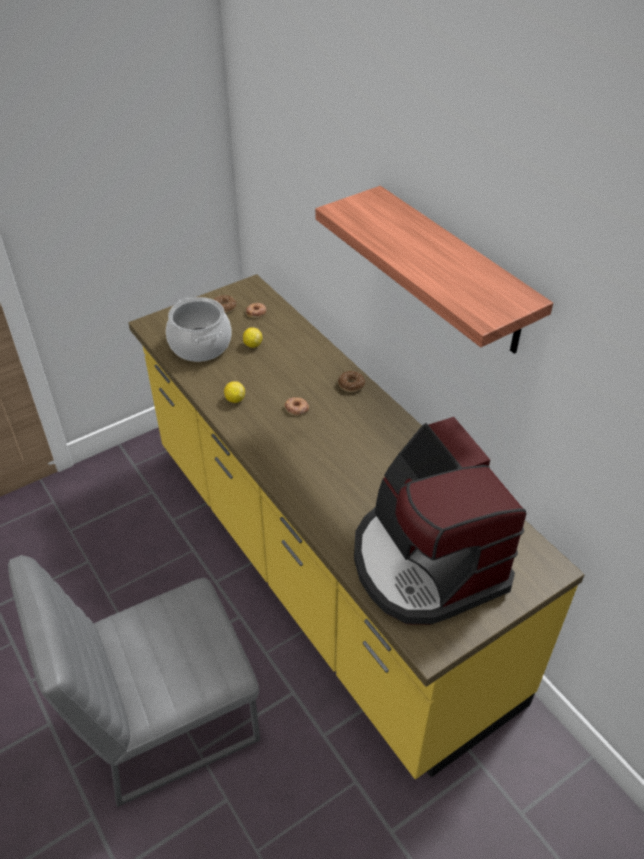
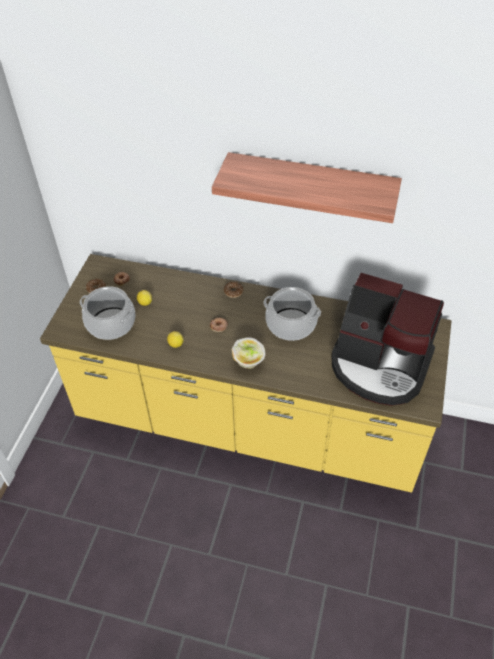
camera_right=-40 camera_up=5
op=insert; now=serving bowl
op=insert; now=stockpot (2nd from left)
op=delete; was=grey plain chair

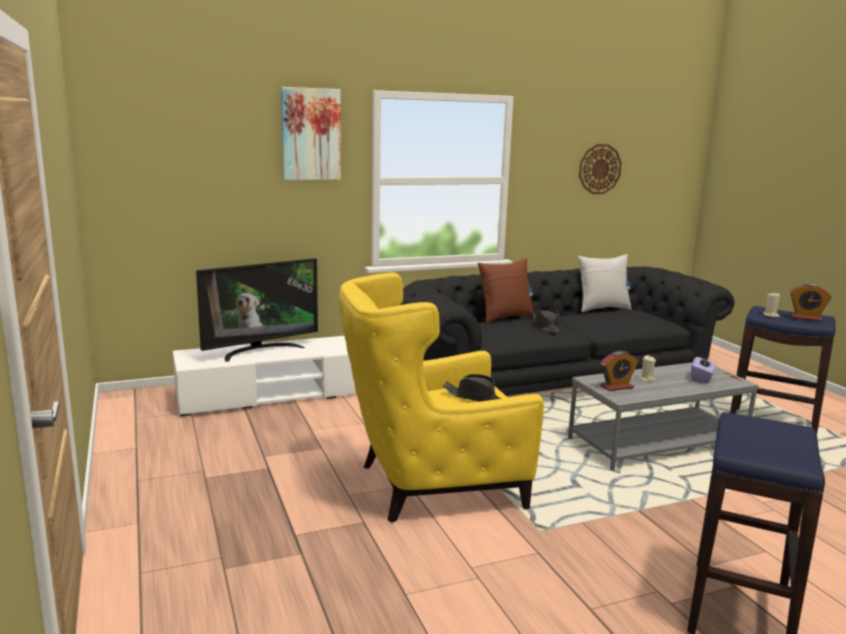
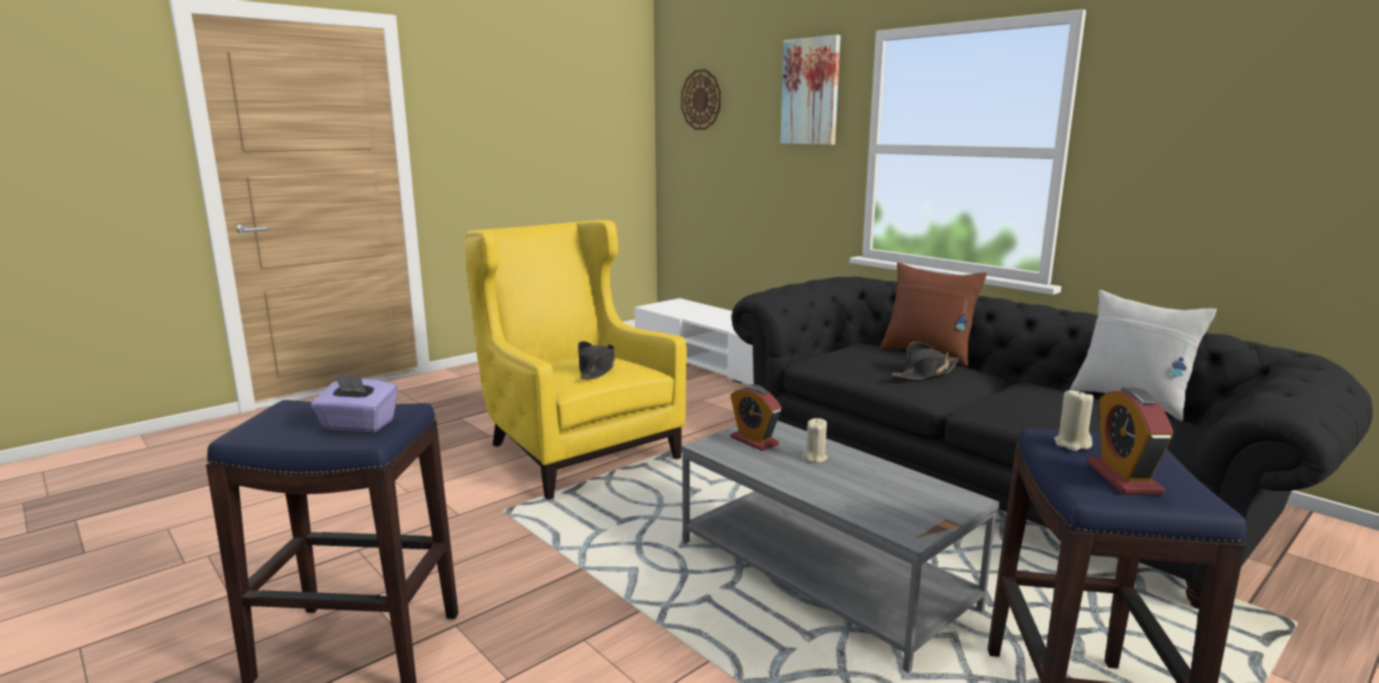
camera_right=70 camera_up=0
op=move; was=purplish tissue holder
op=move; was=clock on the wall
op=delete; was=TV set

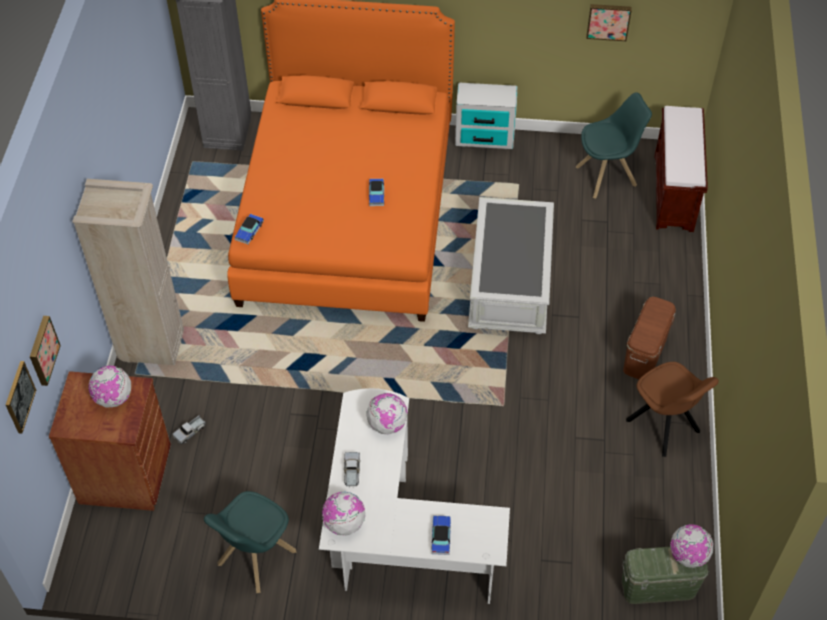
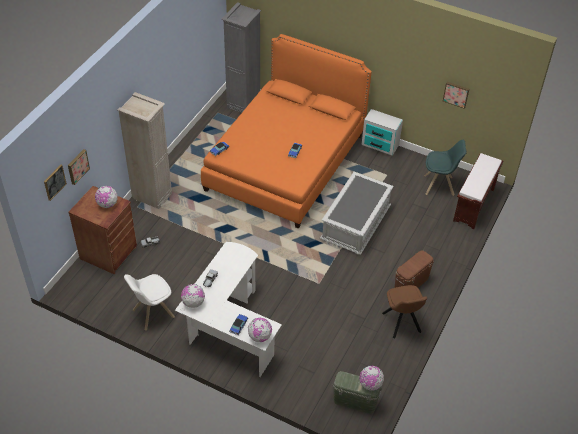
camera_right=20 camera_up=-5
op=recolor; was=turquoise-coloured plain chair (1st from left); now=white plain chair
op=move; was=desk globe (3rd from left)

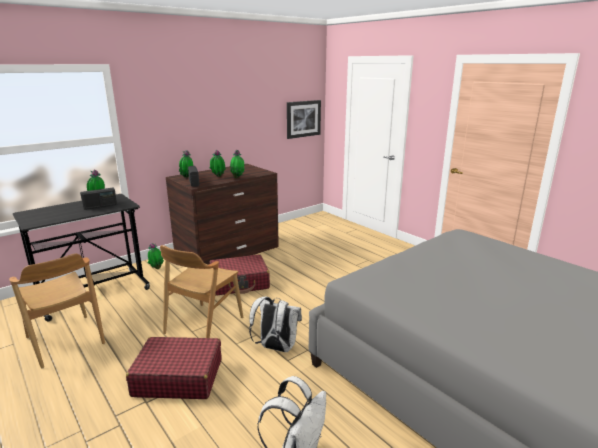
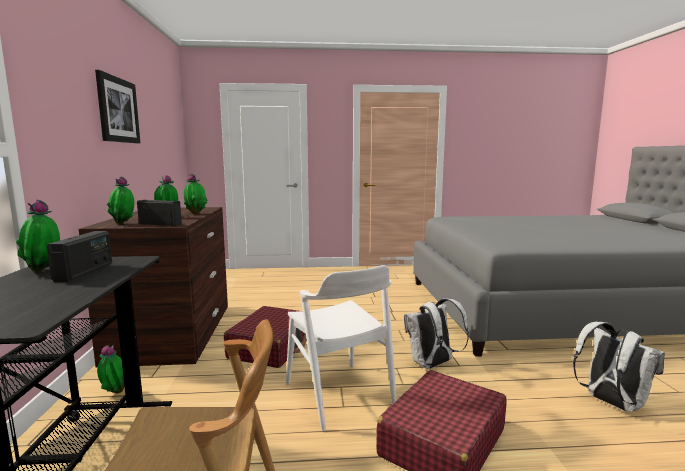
camera_right=-55 camera_up=-10
op=move; was=wall picture
op=recolor; was=brown plain chair (2nd from left); now=white plain chair

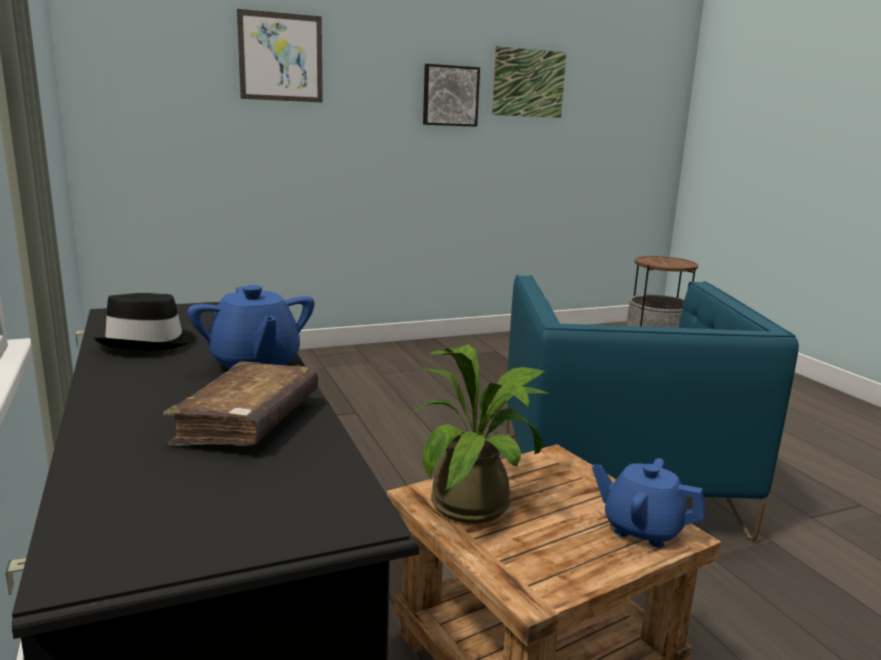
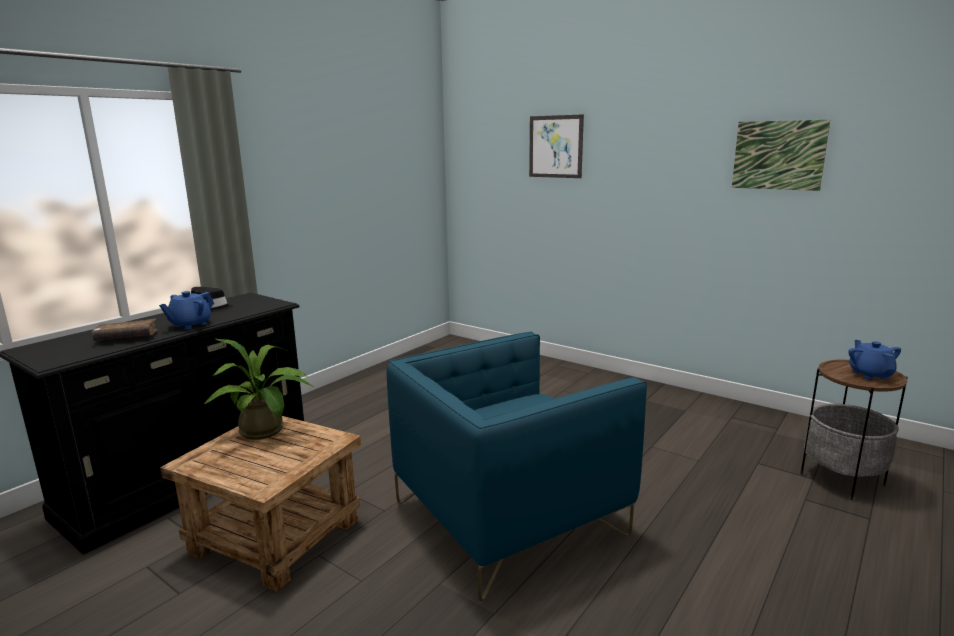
camera_right=60 camera_up=0
op=move; was=blue-coloured pot for tea (2nd from left)
op=delete; was=wall picture (2nd from left)

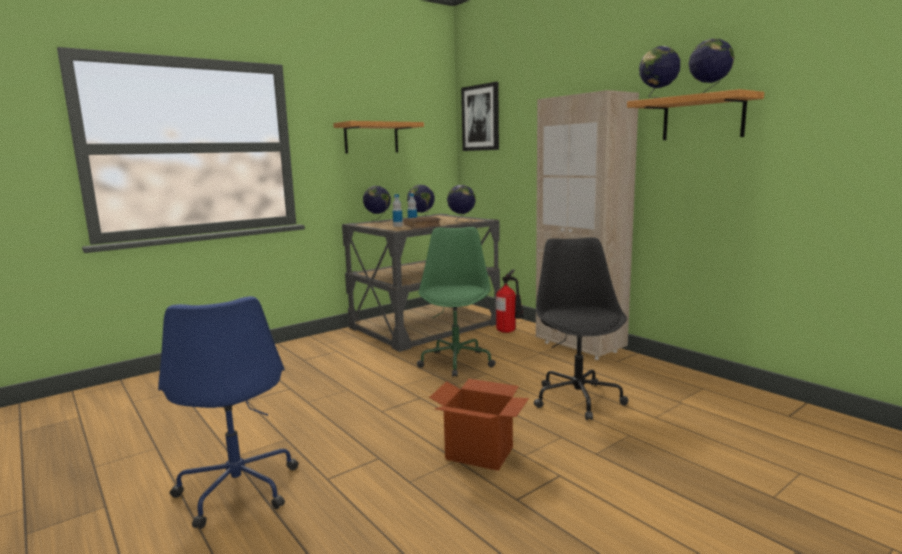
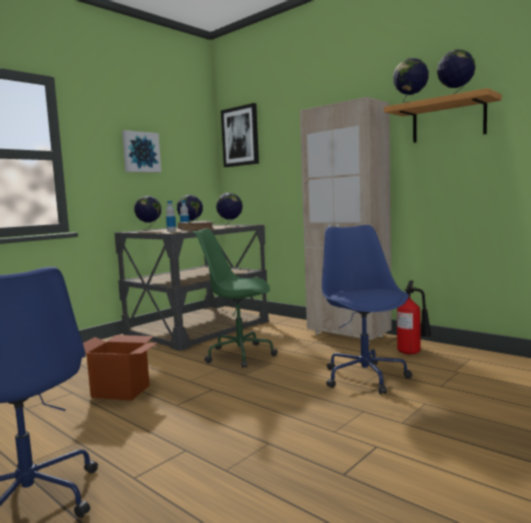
camera_right=-10 camera_up=-5
op=move; was=carton
op=replace; was=bracket shelf (1st from left); now=wall picture (1st from left)
op=rotate; was=green desk chair; clockwise=-75
op=recolor; was=blackish desk chair; now=blue-coloured desk chair (2nd from left)
op=move; was=fire-fighting cylinder

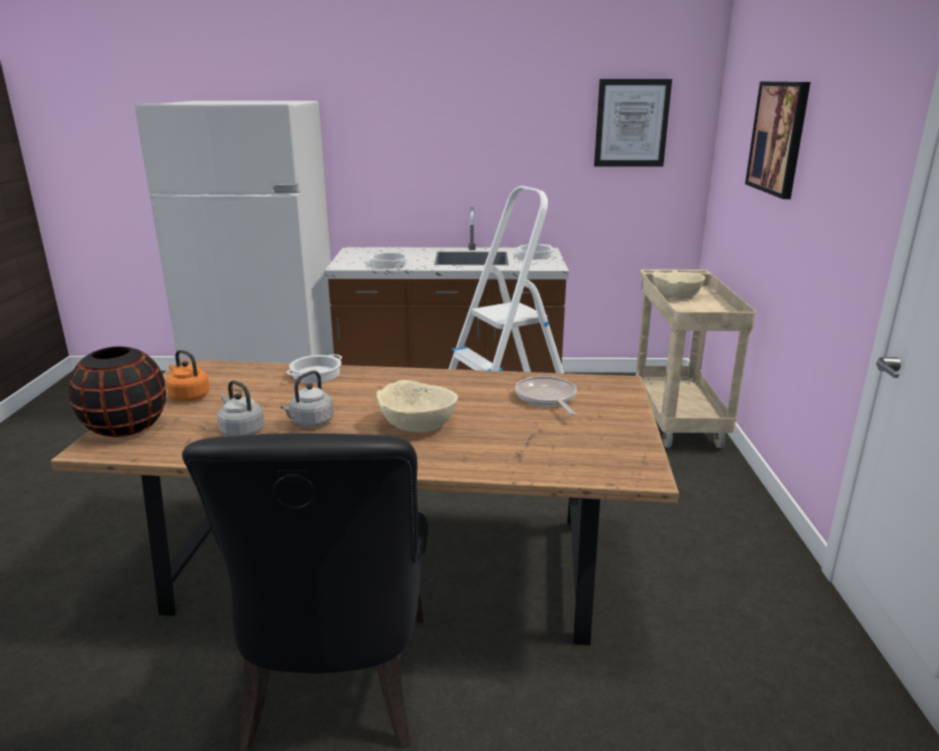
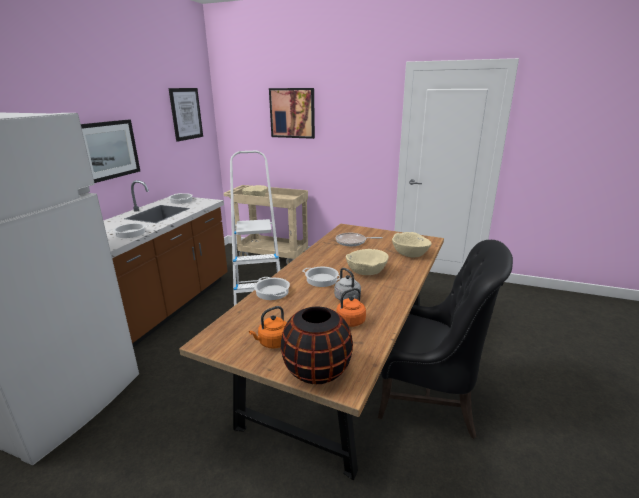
camera_right=-70 camera_up=0
op=insert; now=wall picture (1st from left)
op=insert; now=stockpot (4th from left)
op=recolor; was=grey kettle (1st from left); now=orange-coloured kettle (2nd from left)
op=insert; now=sand-coloured serving bowl (3rd from left)

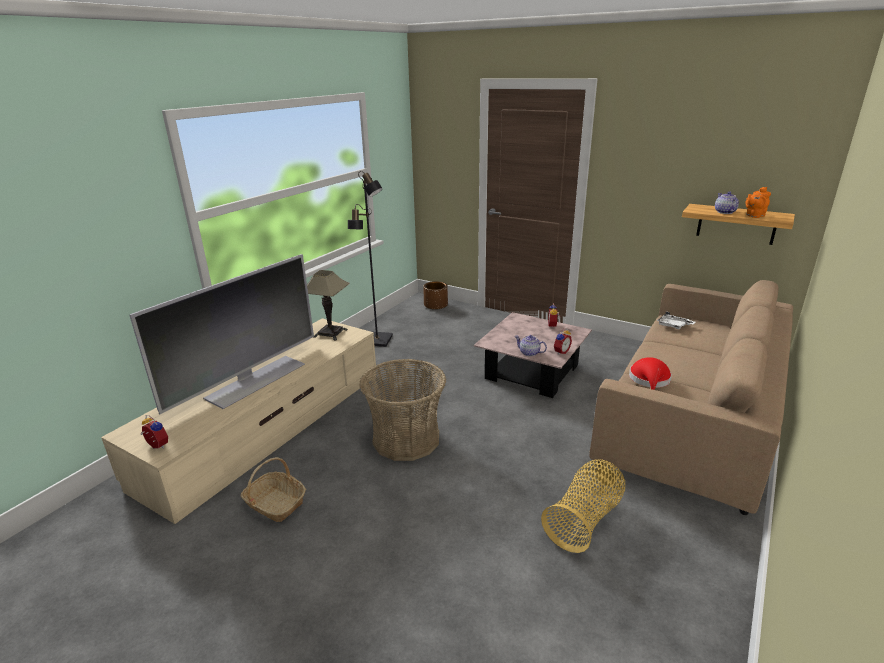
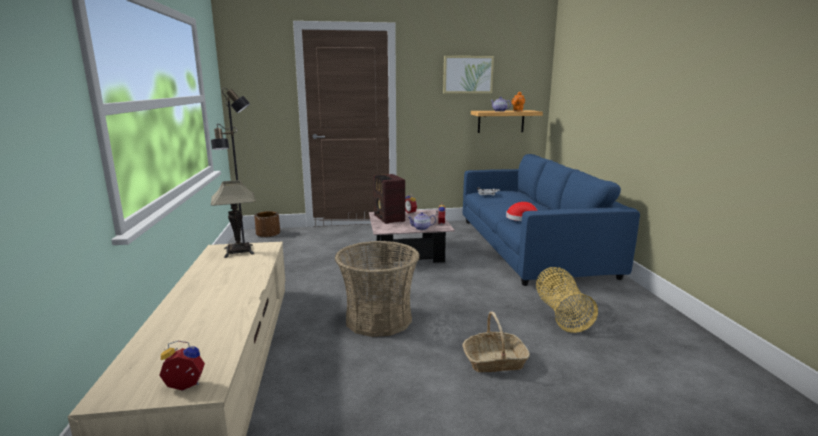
camera_right=-40 camera_up=-10
op=insert; now=radio set
op=insert; now=wall picture
op=move; was=basket (1st from left in the first image); now=basket (2nd from left)
op=recolor; was=sand-coloured settee; now=blue-coloured settee
op=delete; was=TV set

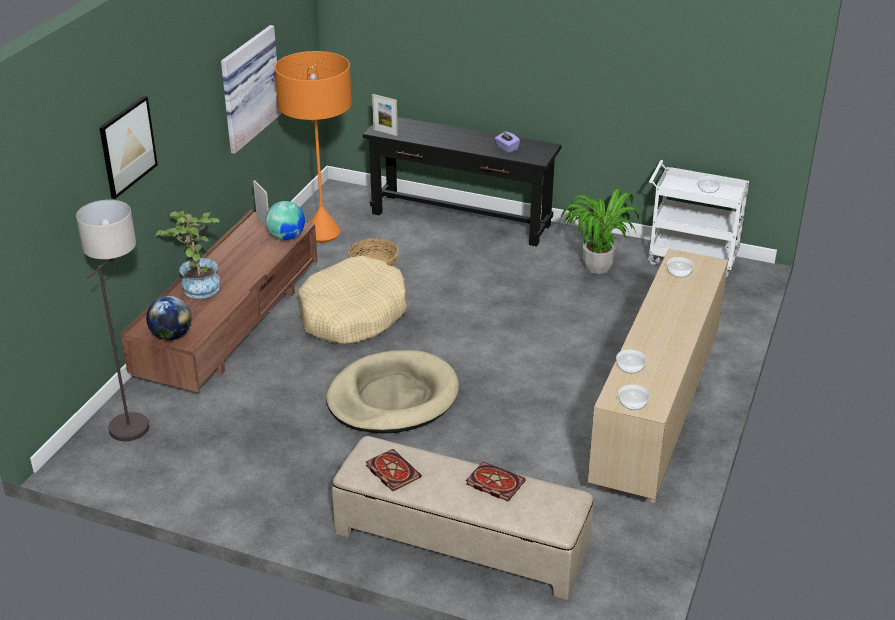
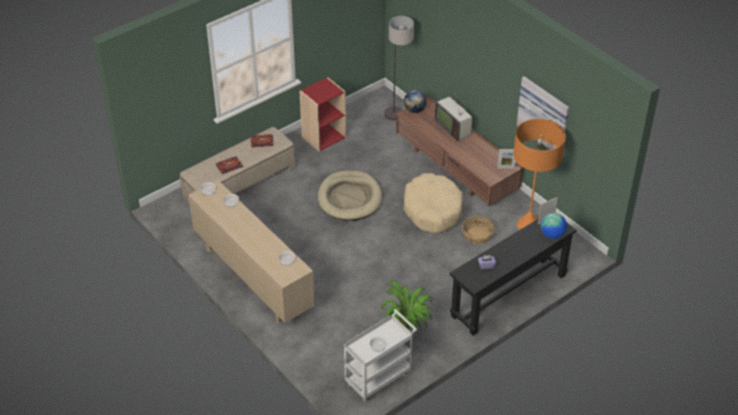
camera_right=120 camera_up=10
op=insert; now=red-coloured shelving unit
op=replace; was=houseplant (1st from left); now=TV set
op=move; was=desk globe (2nd from left)
op=delete; was=wall picture (1st from left)

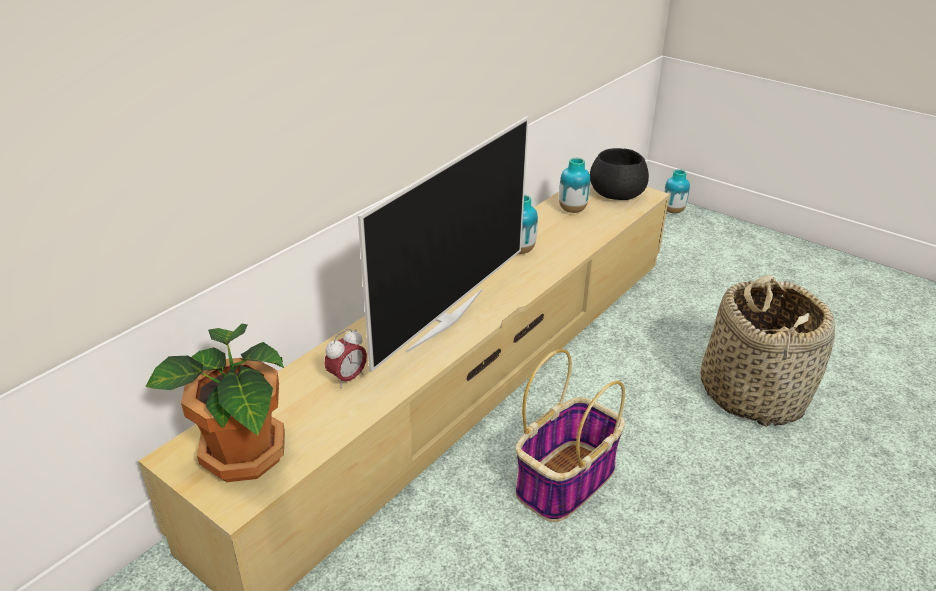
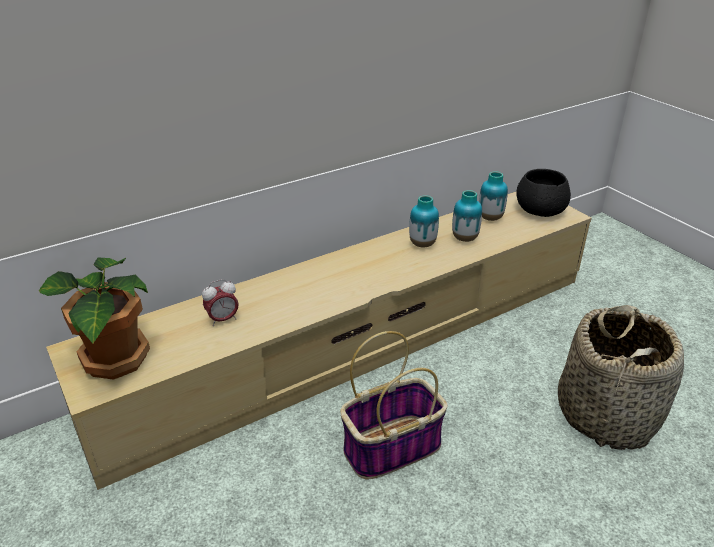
camera_right=20 camera_up=0
op=move; was=decorative vase (3rd from left in the first image); now=decorative vase (2nd from left)
op=delete; was=TV set

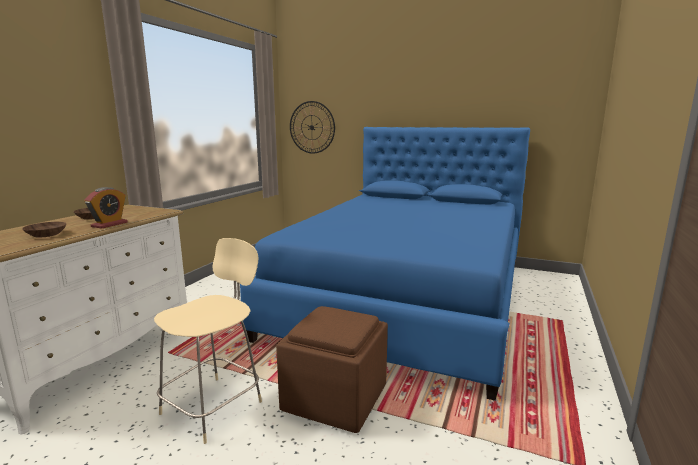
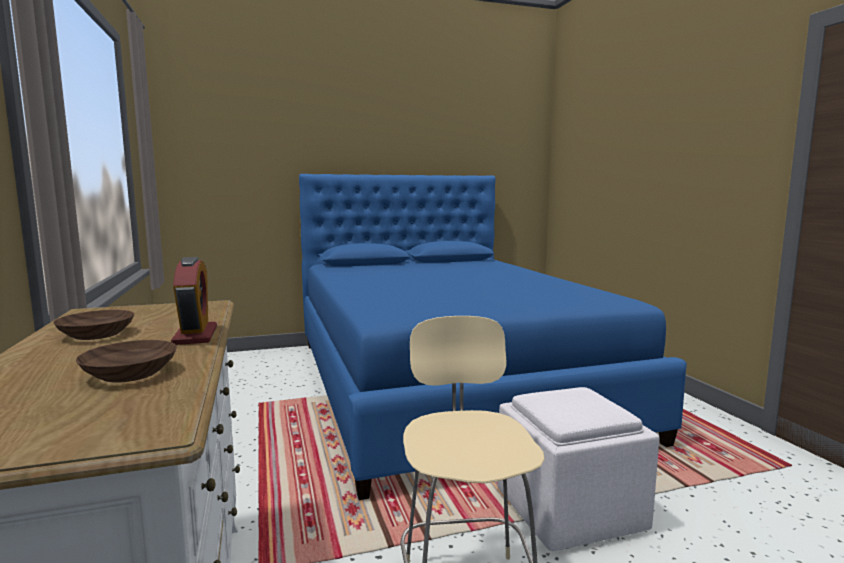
camera_right=-40 camera_up=-5
op=recolor; was=brown pouffe; now=white pouffe
op=delete; was=clock on the wall

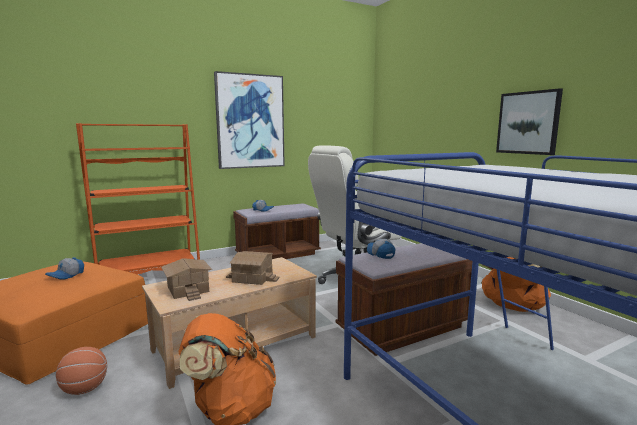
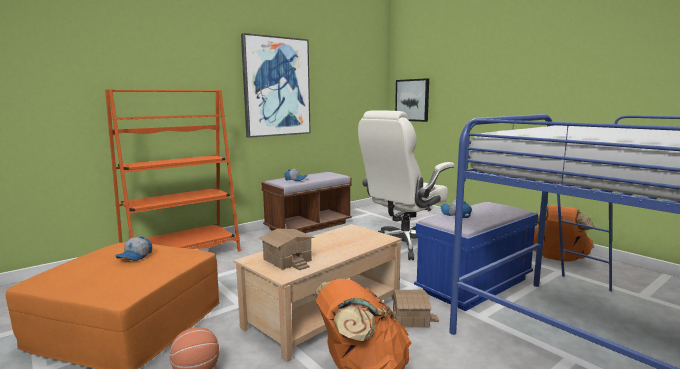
camera_right=-10 camera_up=0
op=move; was=model house (2nd from left)
op=move; was=wall picture (2nd from left)
op=recolor; was=brown long seat (2nd from left); now=blue-coloured long seat

